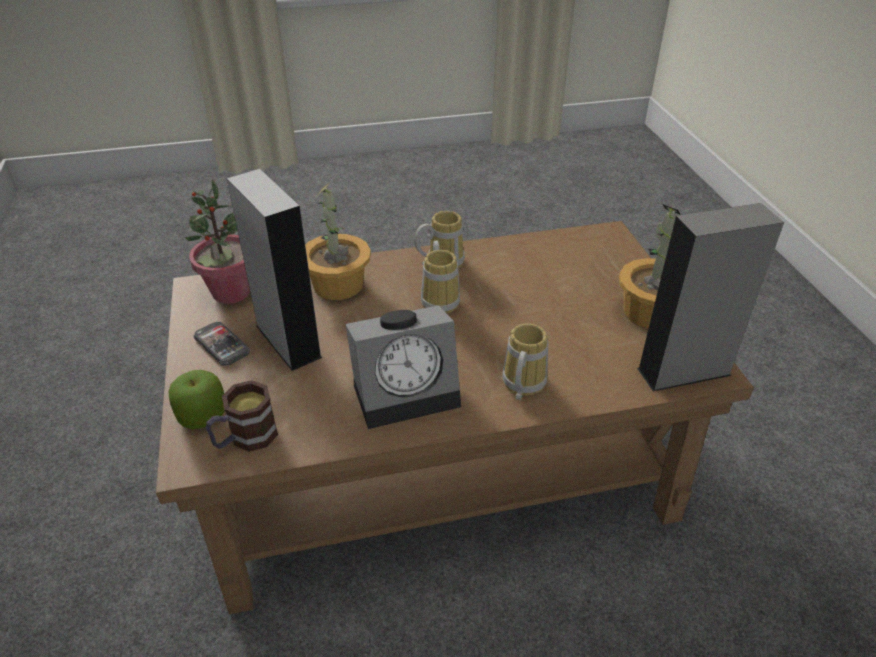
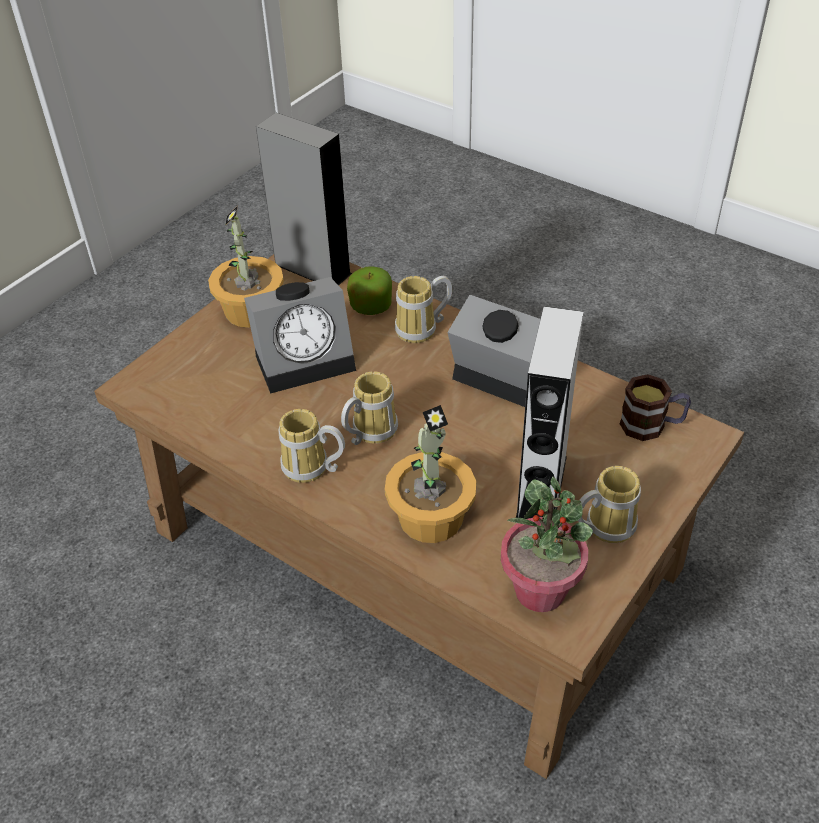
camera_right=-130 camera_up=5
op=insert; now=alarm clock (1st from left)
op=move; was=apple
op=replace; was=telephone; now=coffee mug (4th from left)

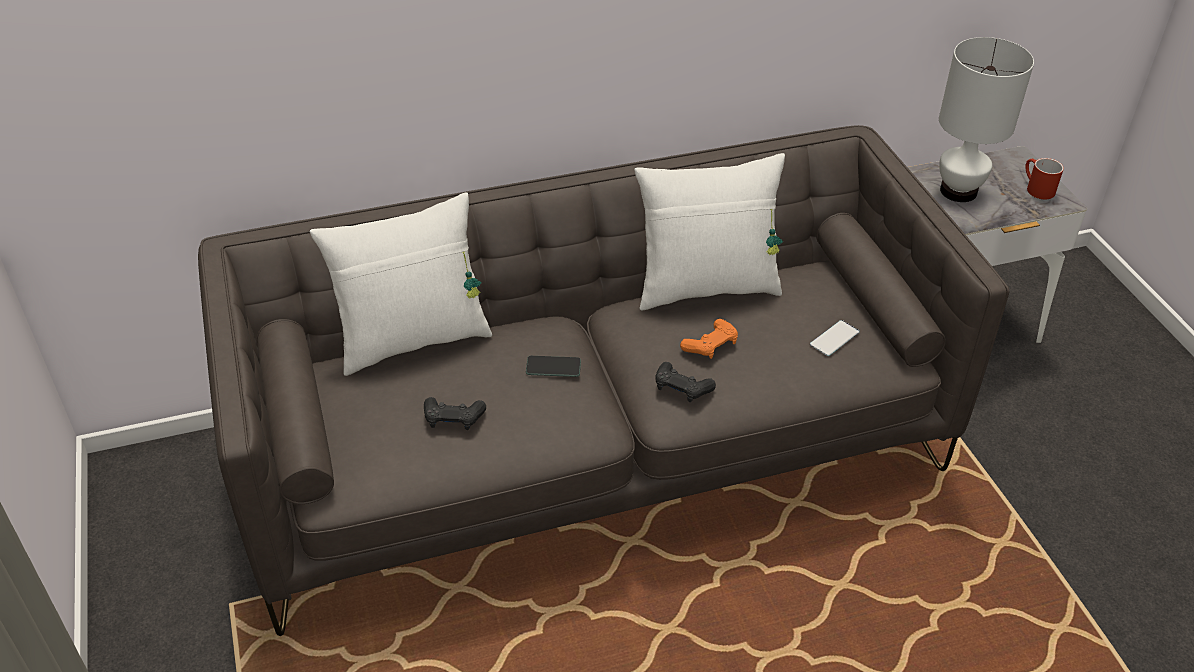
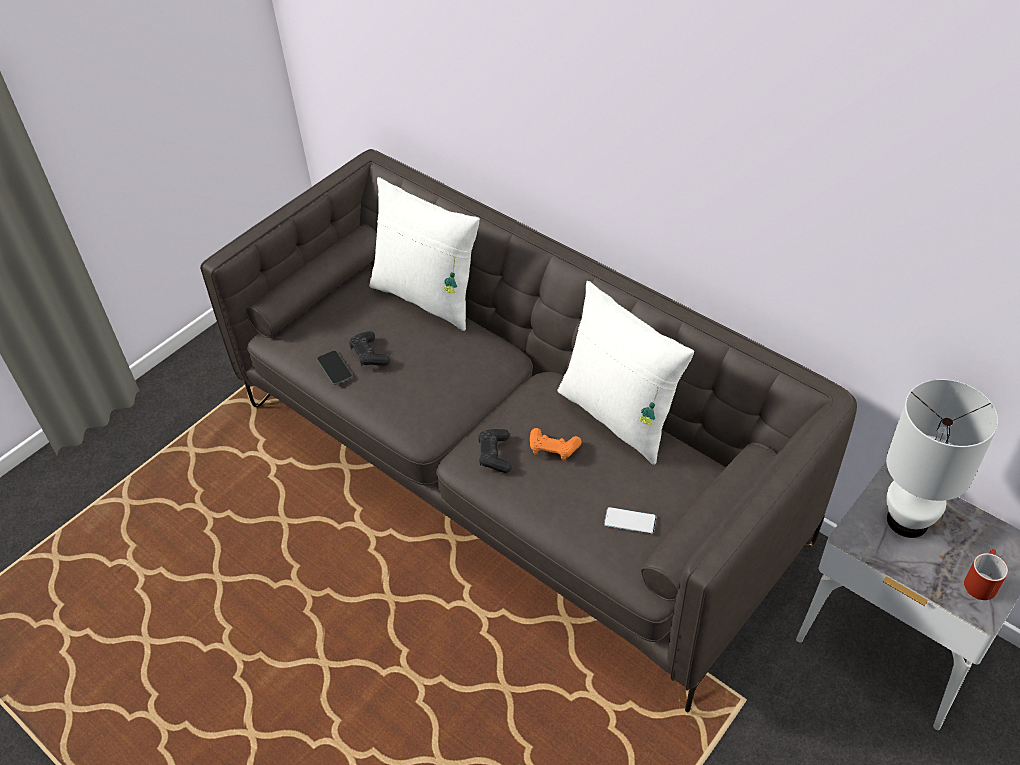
camera_right=60 camera_up=5
op=move; was=telephone (1st from left)

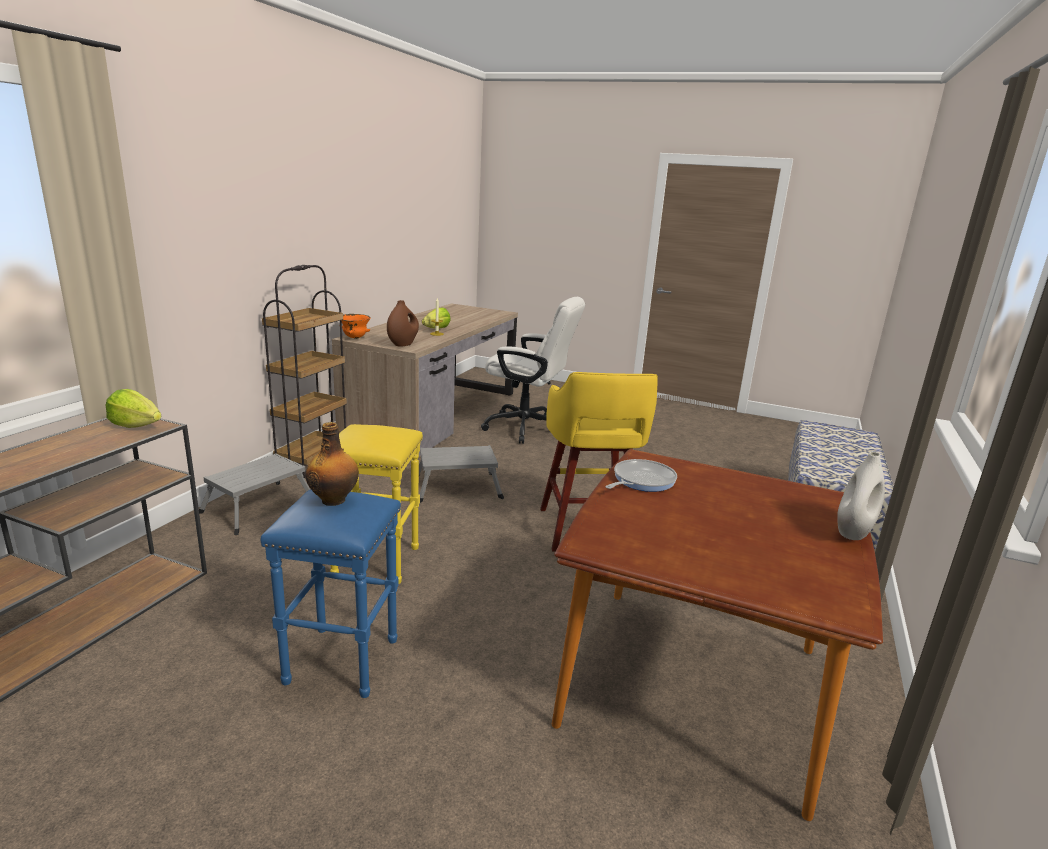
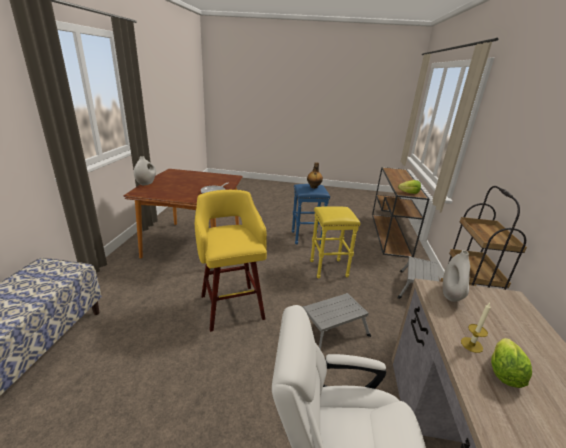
camera_right=165 camera_up=5
op=recolor; was=brown decorative vase; now=white decorative vase (2nd from left)
op=delete; was=orange-coloured serving bowl

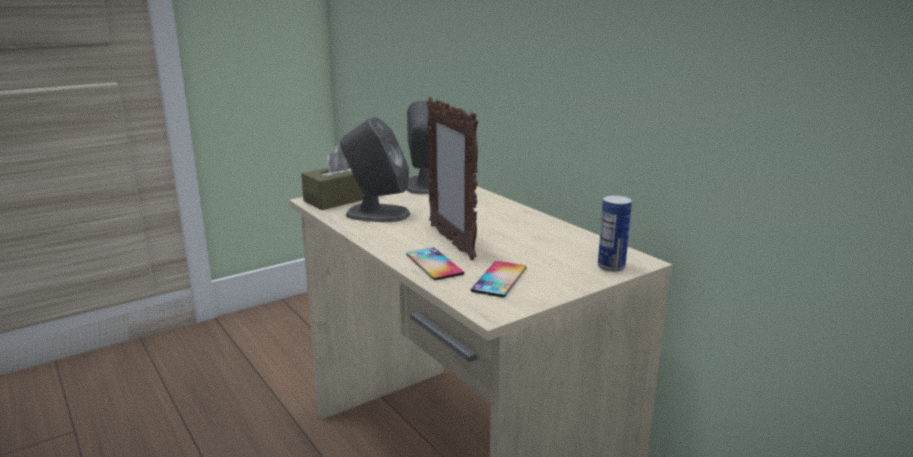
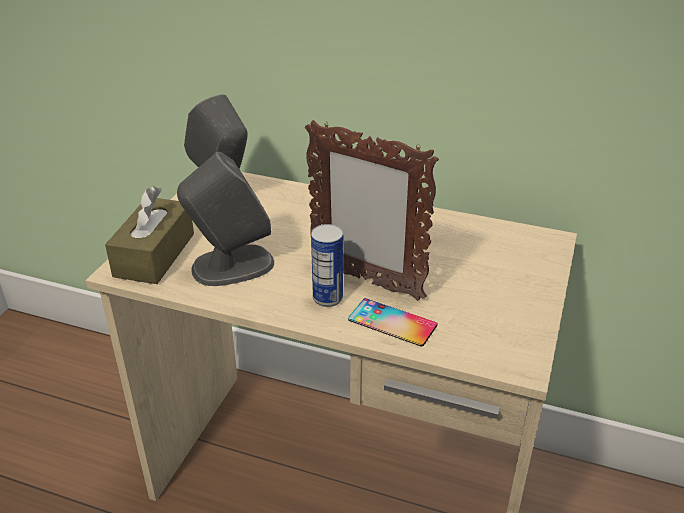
camera_right=-35 camera_up=15
op=move; was=can
op=delete; was=telephone (2nd from left)

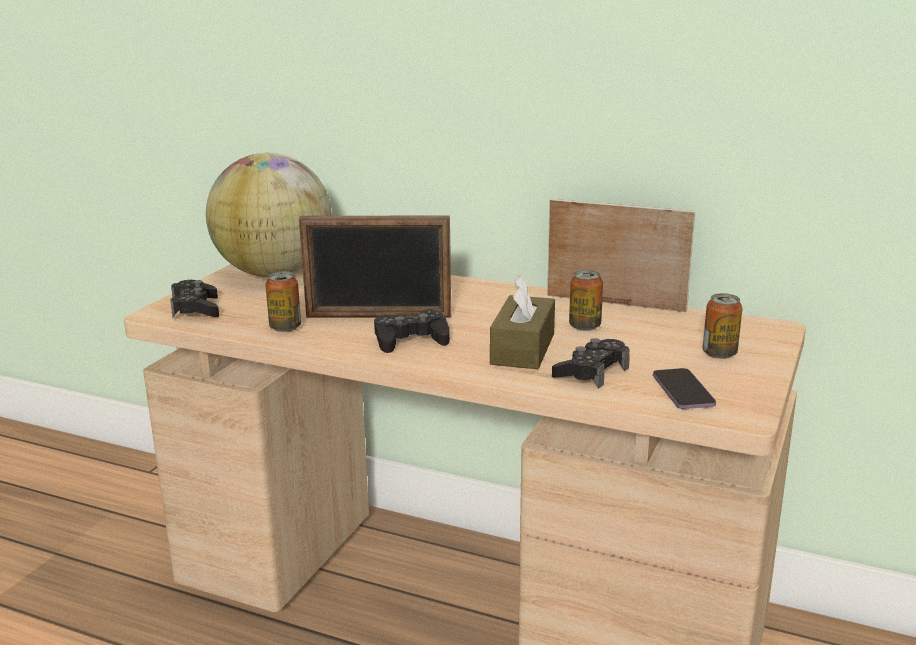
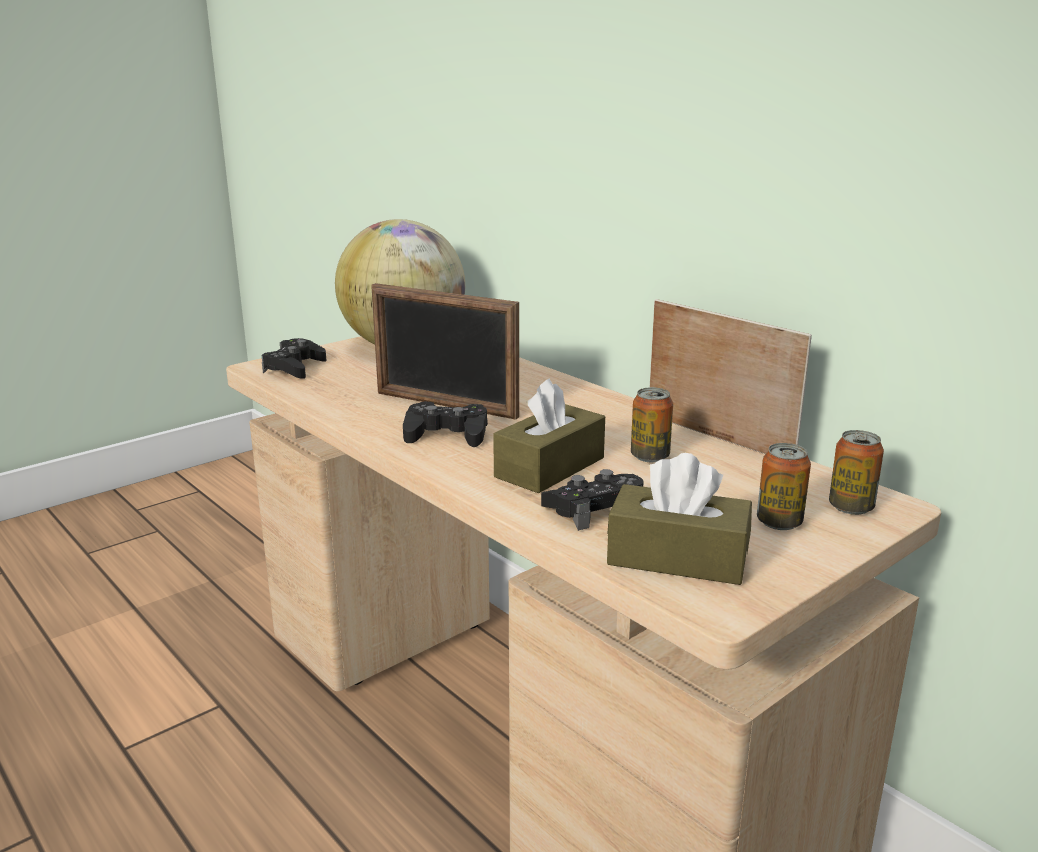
camera_right=25 camera_up=0
op=replace; was=telephone; now=brown tissue holder (2nd from left)
op=move; was=can (1st from left in the first image); now=can (3rd from left)

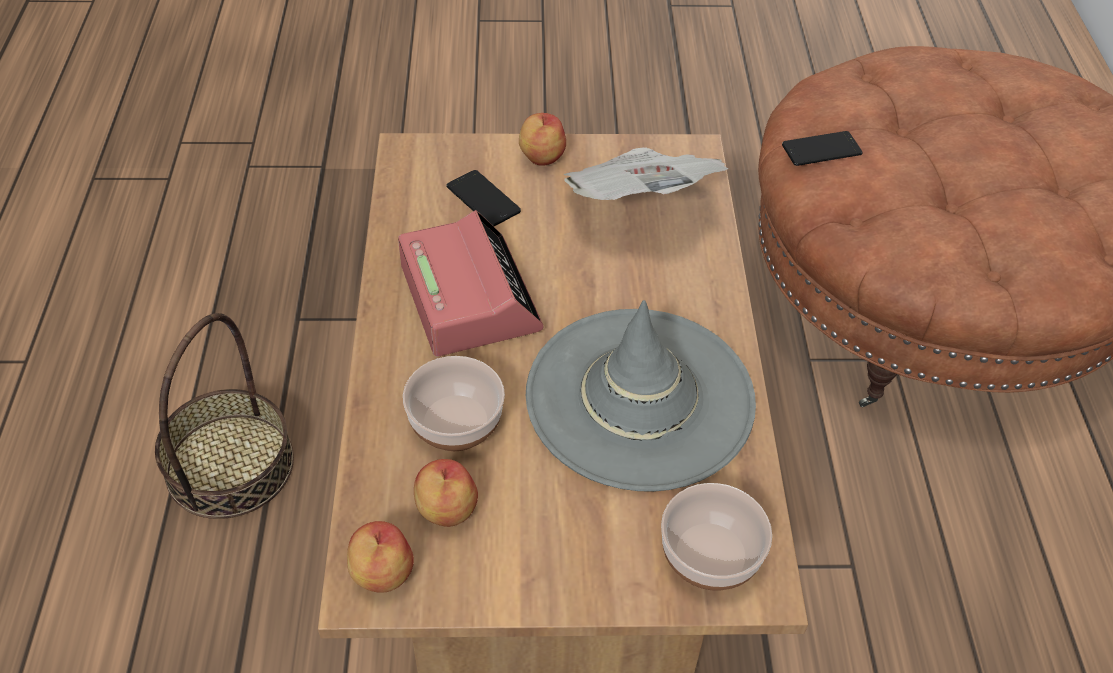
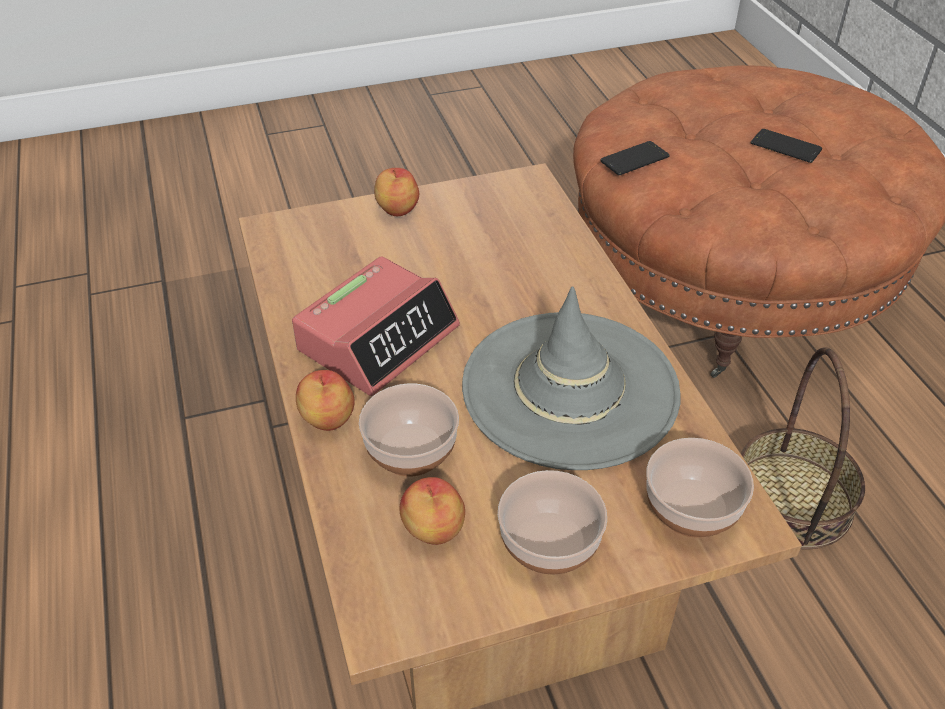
camera_right=-15 camera_up=-5
op=rotate; was=alarm clock; clockwise=75
op=move; was=apple (1st from left)
op=insert; now=serving bowl (2nd from left)
op=move; was=basket
op=move; was=telephone (1st from left in the first image); now=telephone (2nd from left)
op=delete; was=printed paper

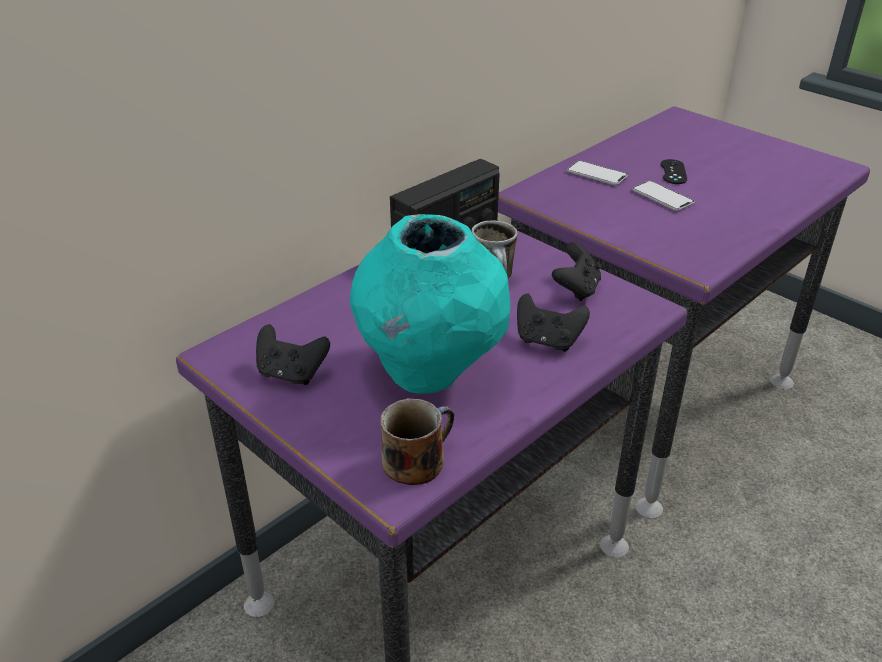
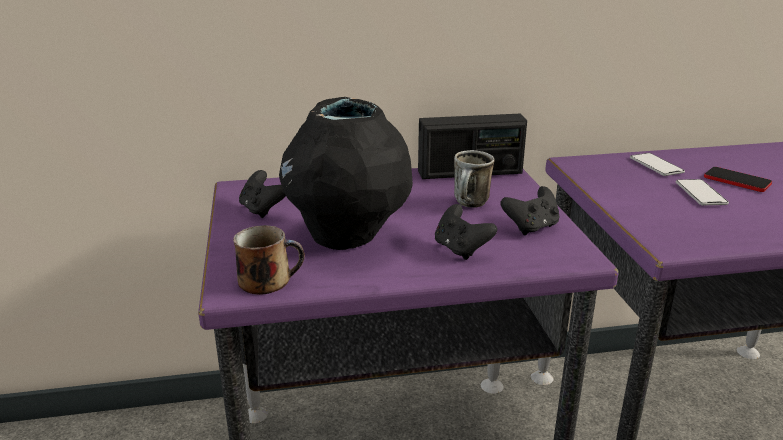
camera_right=35 camera_up=-10
op=recolor; was=turquoise-coloured decorative vase; now=blackish decorative vase
op=replace; was=blackish gamepad (4th from left); now=telephone (3rd from left)

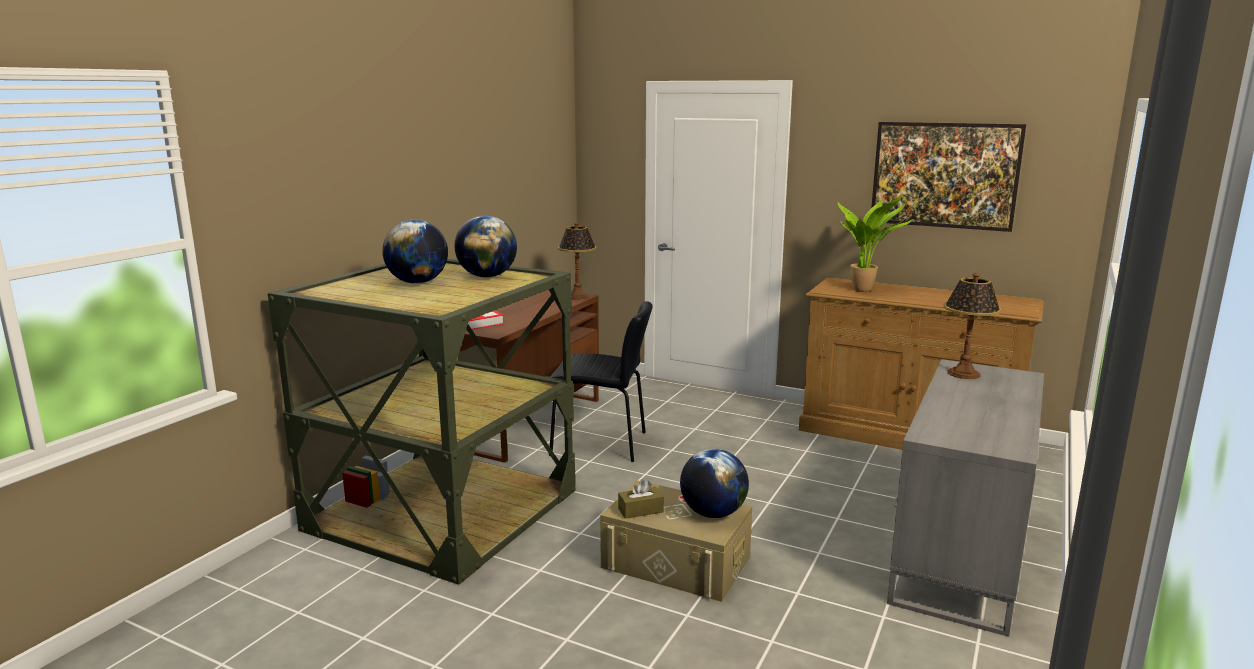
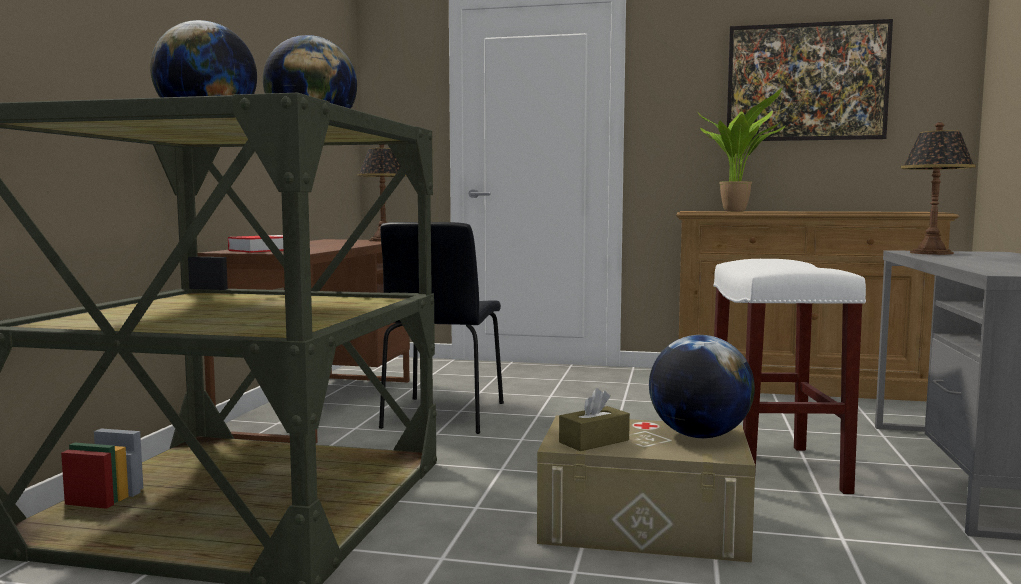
camera_right=-15 camera_up=-10
op=rotate; was=blackish plain chair; clockwise=105
op=insert; now=white stool

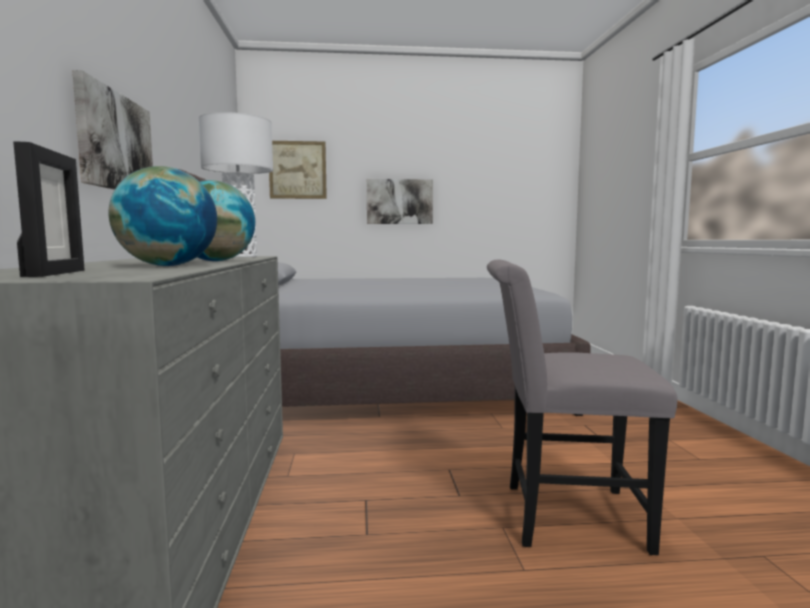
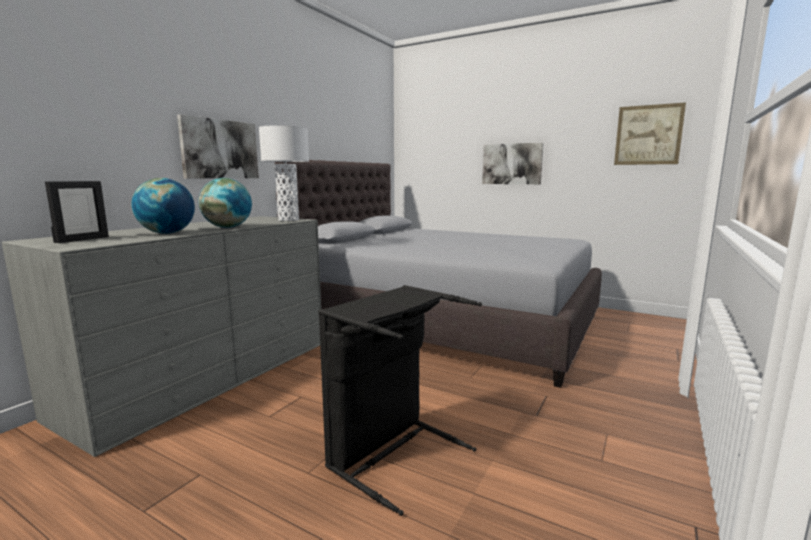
camera_right=35 camera_up=5
op=replace; was=grey plain chair; now=blackish hamper
op=move; was=wall picture (2nd from left in the first image); now=wall picture (3rd from left)

